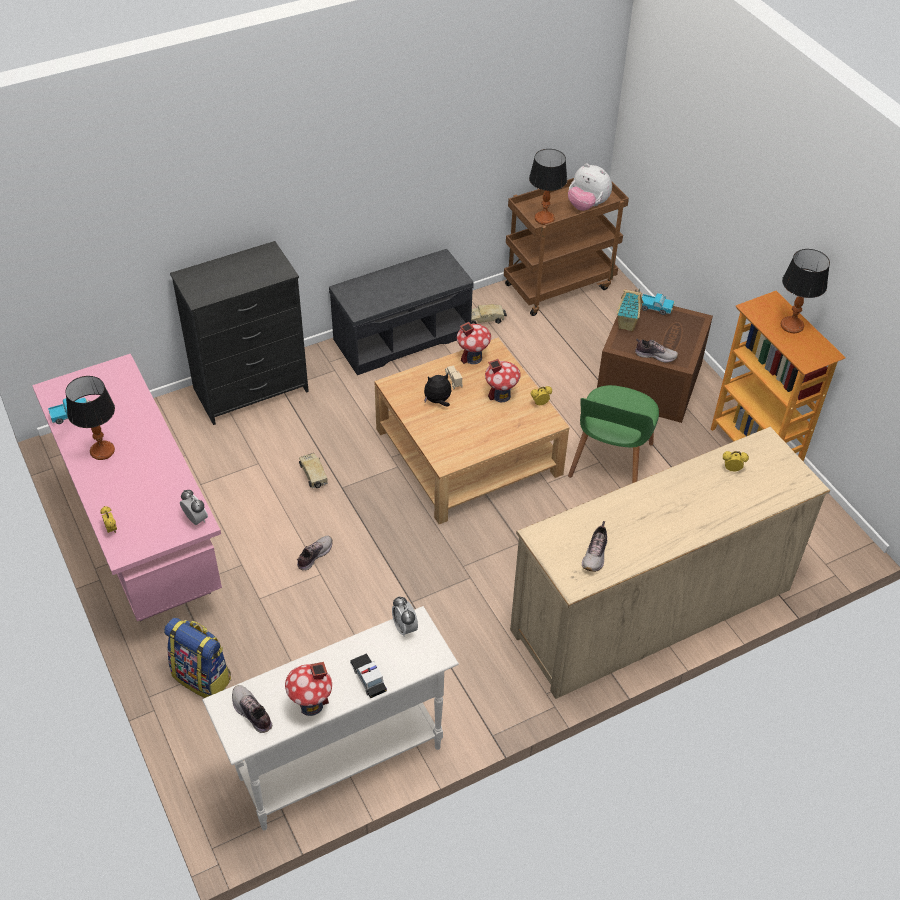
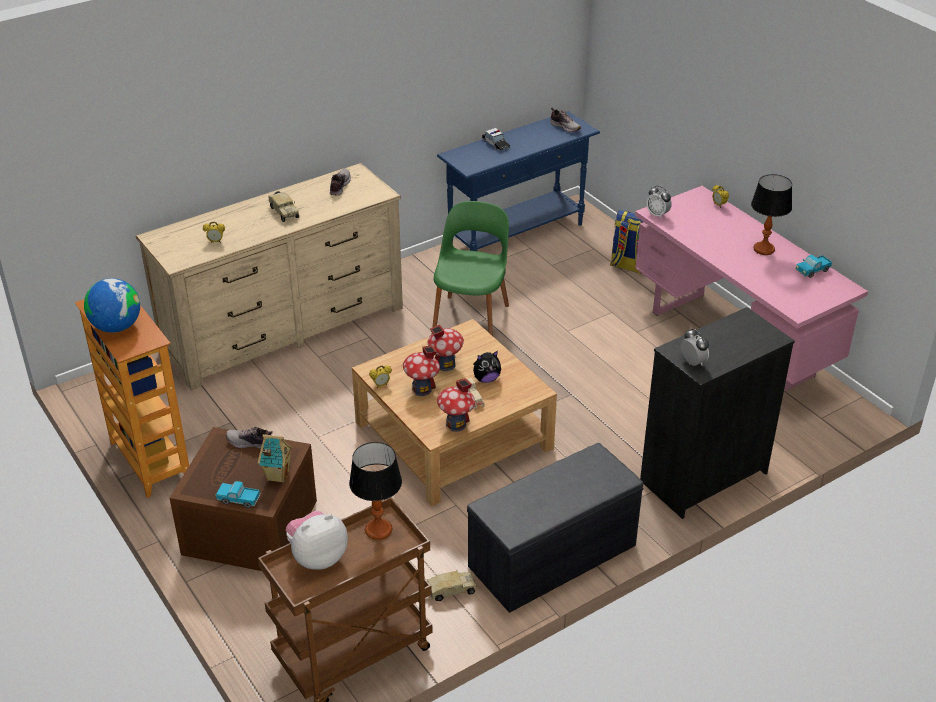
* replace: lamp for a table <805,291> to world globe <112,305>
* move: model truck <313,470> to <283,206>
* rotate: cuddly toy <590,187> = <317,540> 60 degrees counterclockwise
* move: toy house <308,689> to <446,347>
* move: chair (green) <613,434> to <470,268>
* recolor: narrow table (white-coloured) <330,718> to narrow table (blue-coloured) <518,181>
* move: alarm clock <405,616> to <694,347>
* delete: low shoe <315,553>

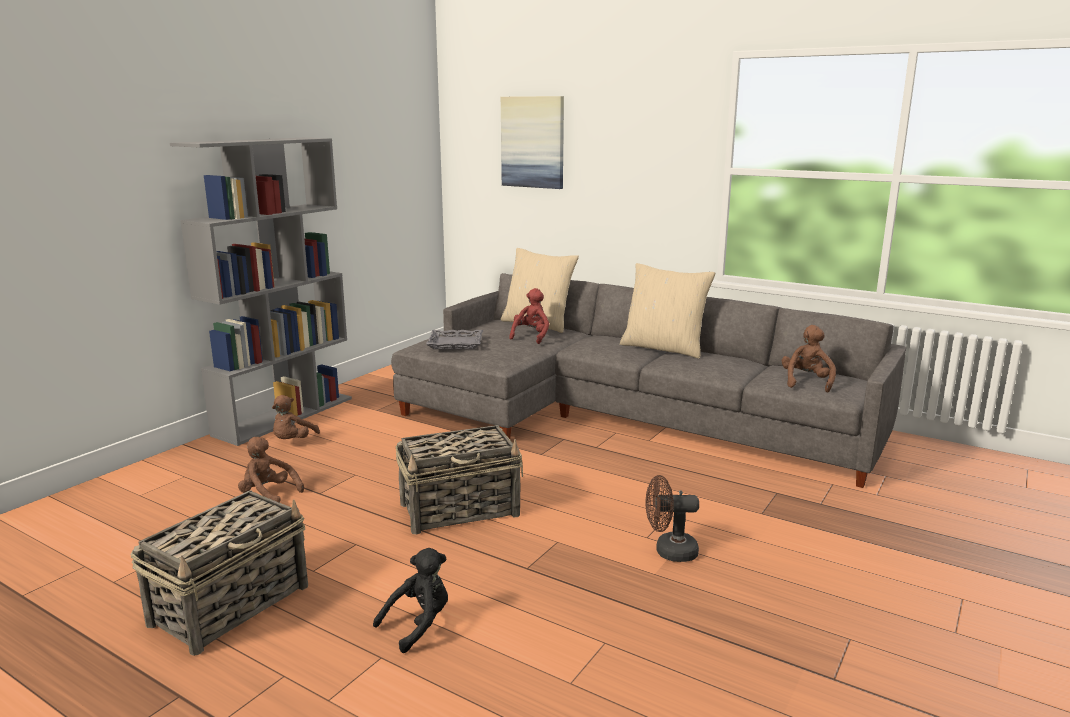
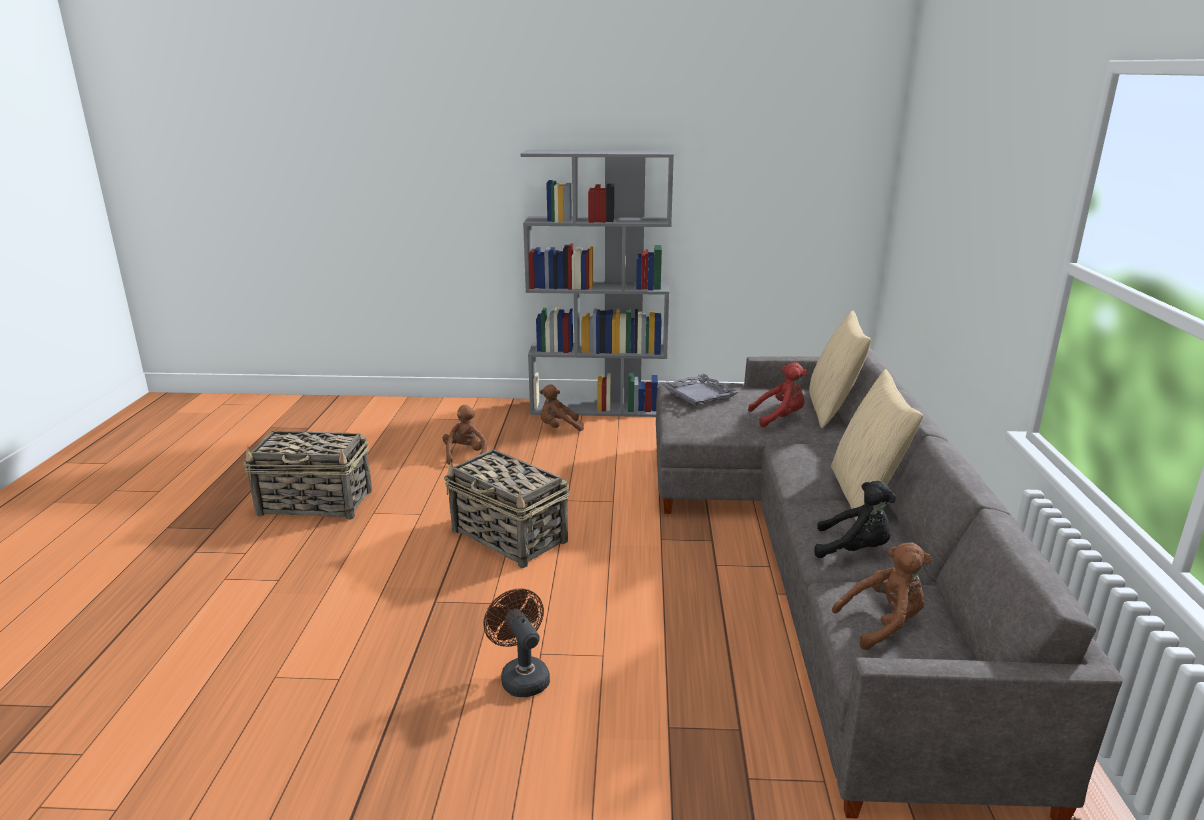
* move: cuddly toy (blackish) <410,600> to <855,519>
* delete: wall art <532,142>

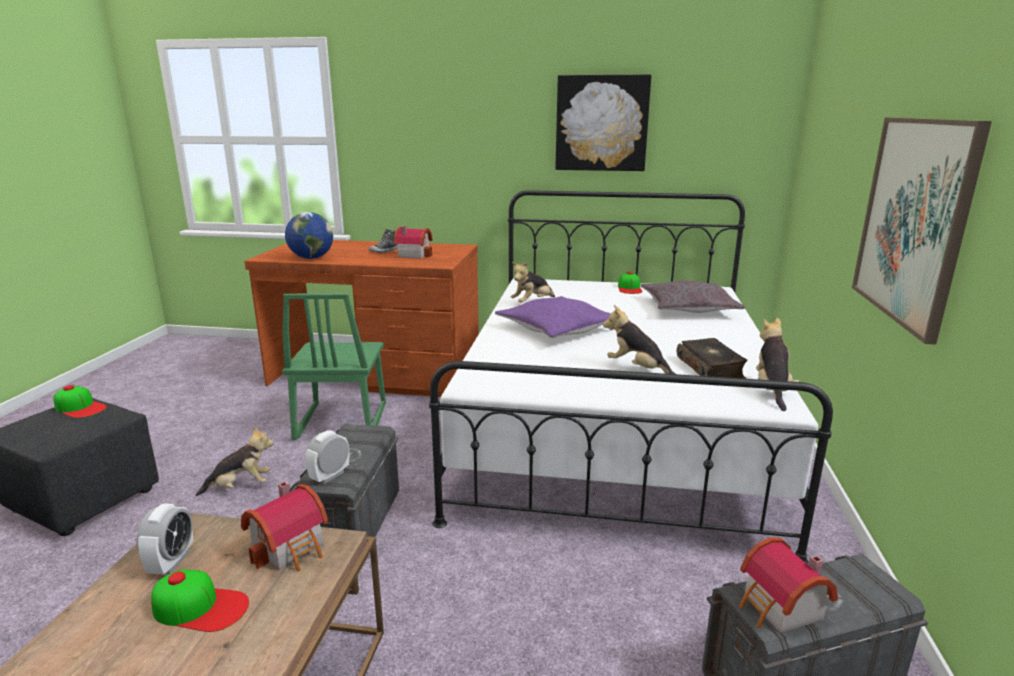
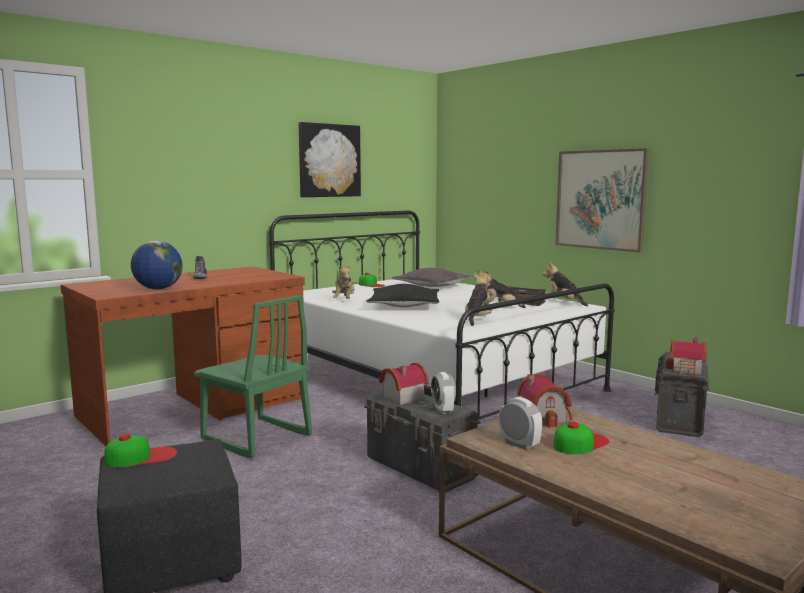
* recolor: cushion (purple) <553,317> to cushion (blackish) <403,295>
* move: toy house <413,242> to <404,384>
* move: cuddly toy <234,461> to <479,299>

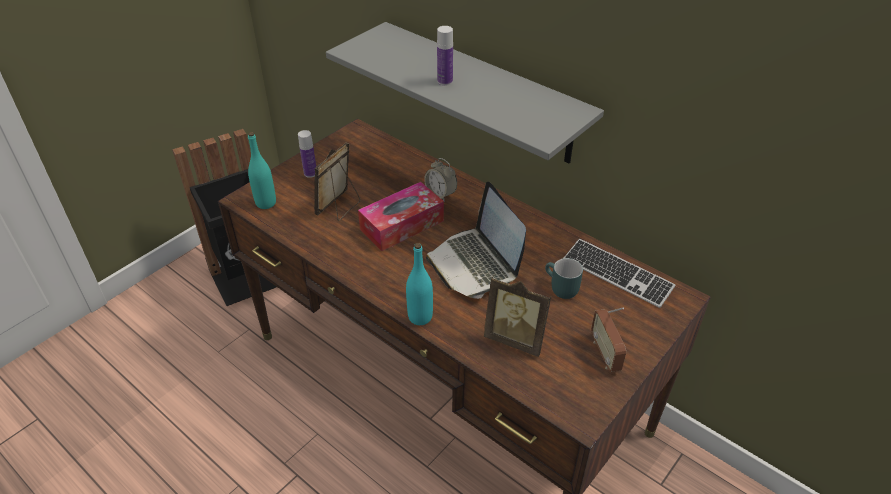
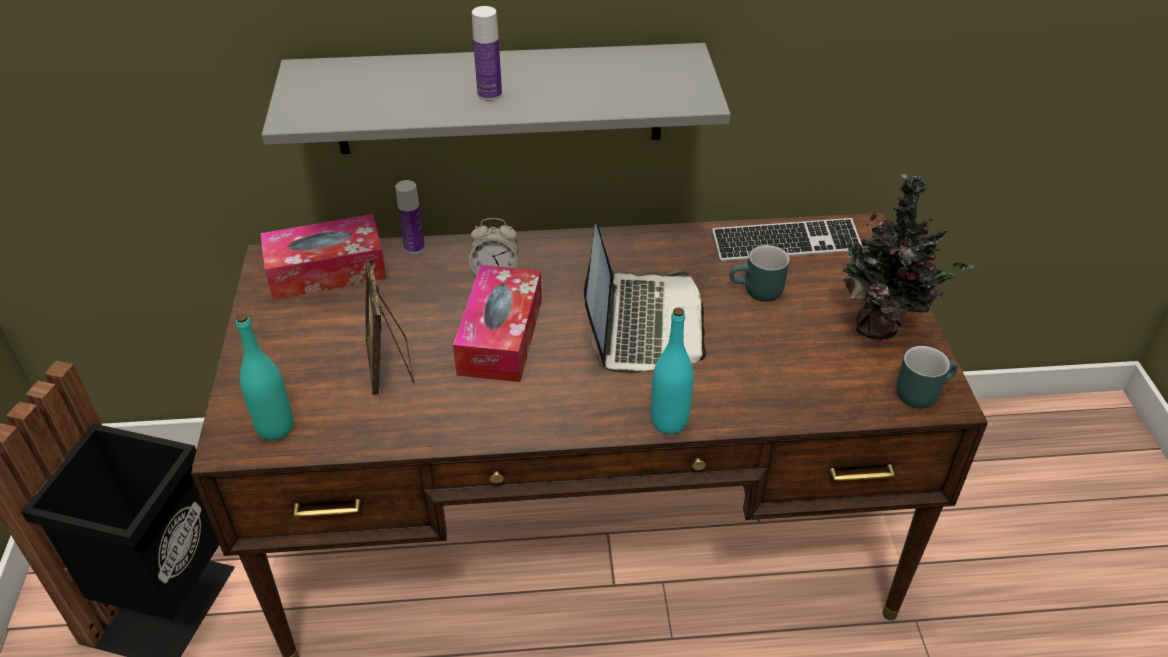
* insert: tissue box <323,257>
* move: bottle <307,154> to <410,217>
* rotate: laptop <476,240> = <645,298> 105 degrees counterclockwise
* replace: radio set <608,339> to potted plant <903,257>
* insert: tea mug (turquoise-coloured) <927,377>
* delete: standing frame <517,317>

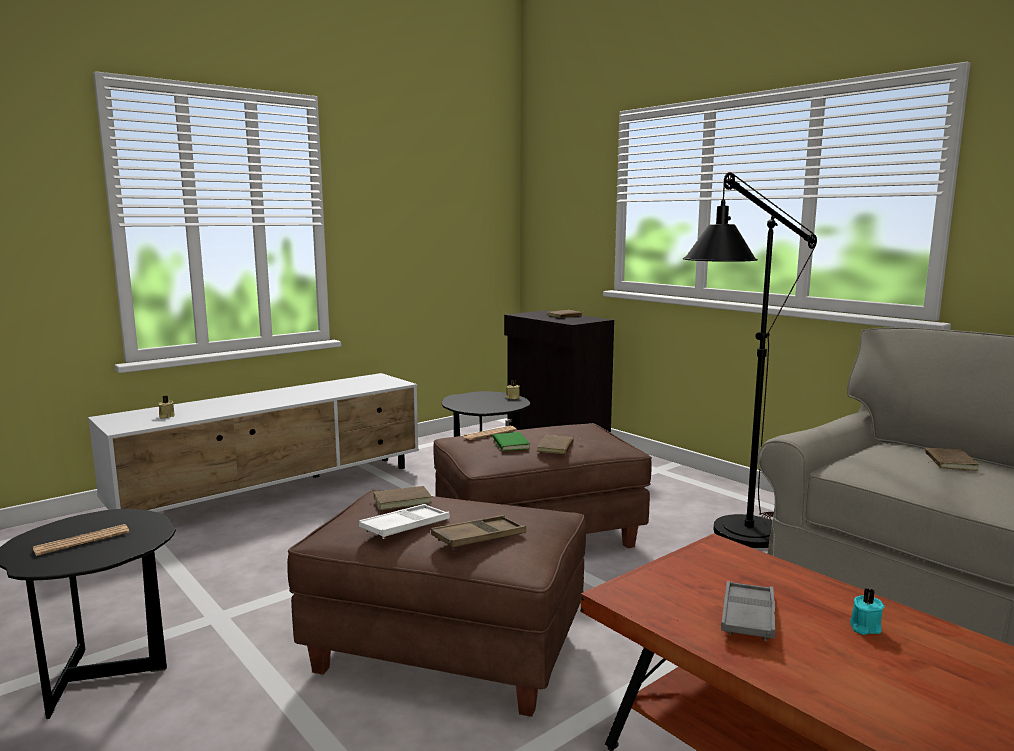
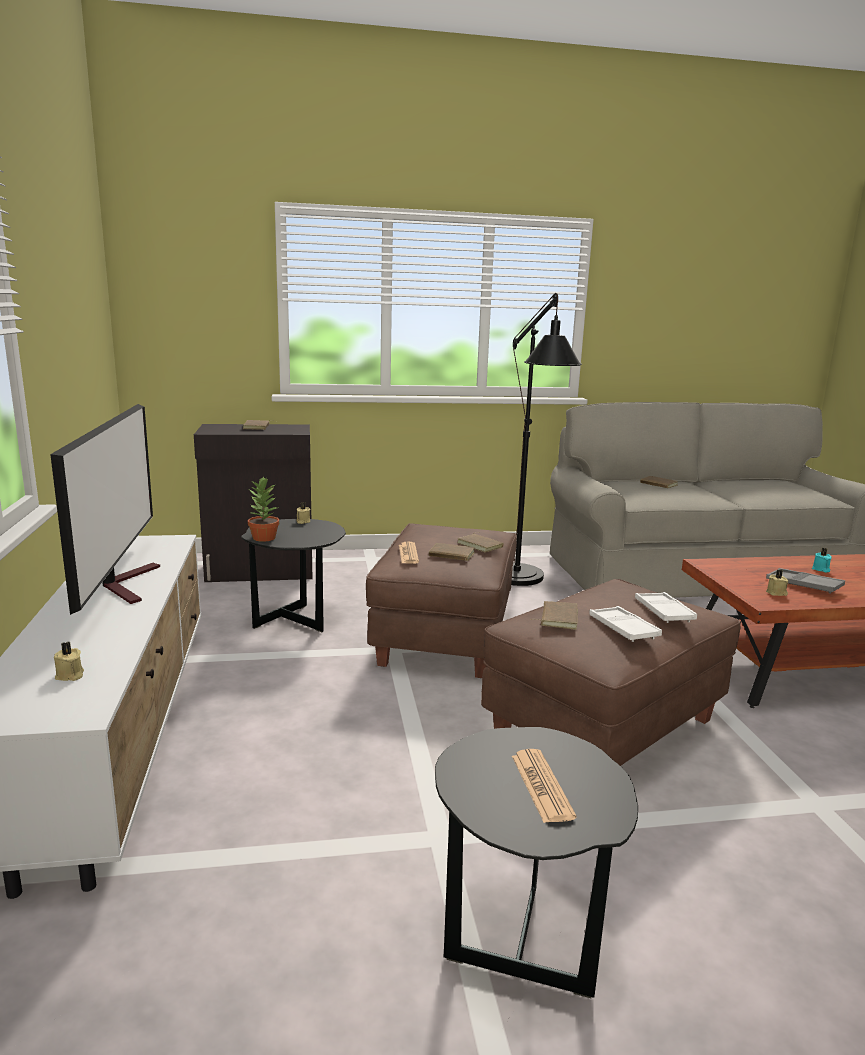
* insert: TV <105,509>
* insert: potted plant <263,509>
* recolor: book (green) <511,441> to book (brown-coloured) <452,552>
* recolor: carrying tray (brown-coloured) <478,532> to carrying tray (white-coloured) <666,607>
* insert: candle (beige-coloured) <777,582>

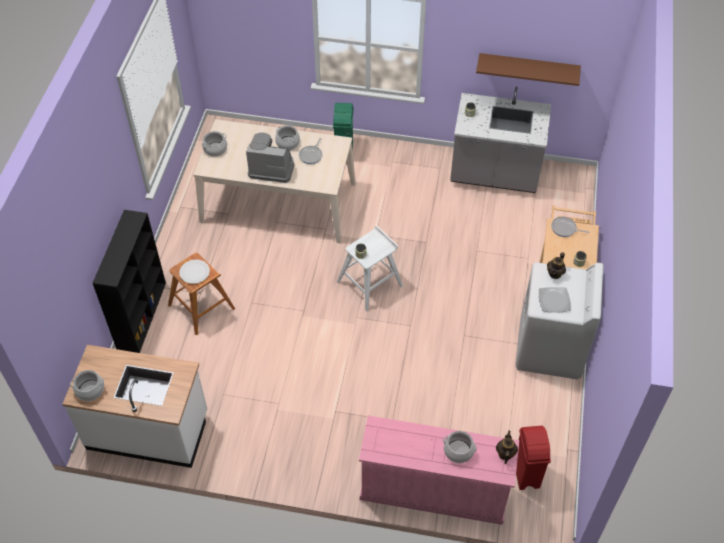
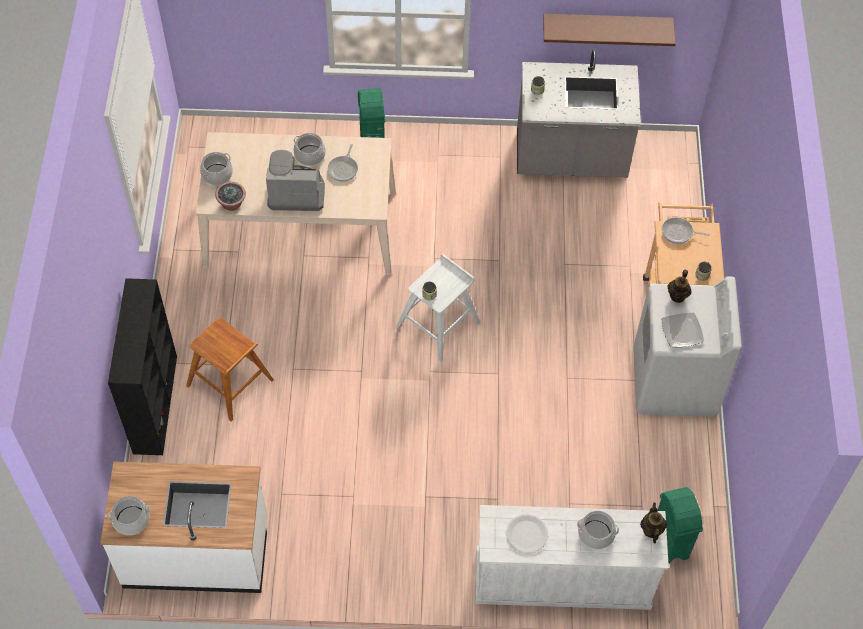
* insert: potted plant <230,196>
* recolor: chest of drawers (pinkish) <439,470> to chest of drawers (white-coloured) <572,557>
* move: plate (white-coloured) <194,271> to <527,534>
* recolor: trash can (reddish) <533,458> to trash can (green) <680,525>

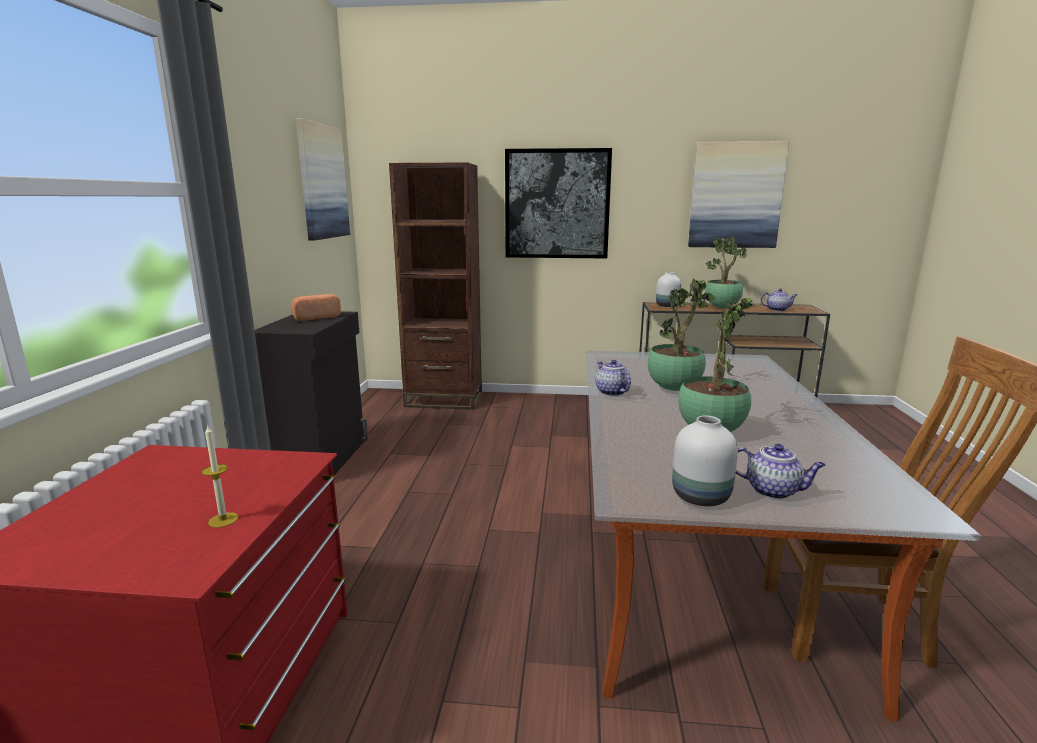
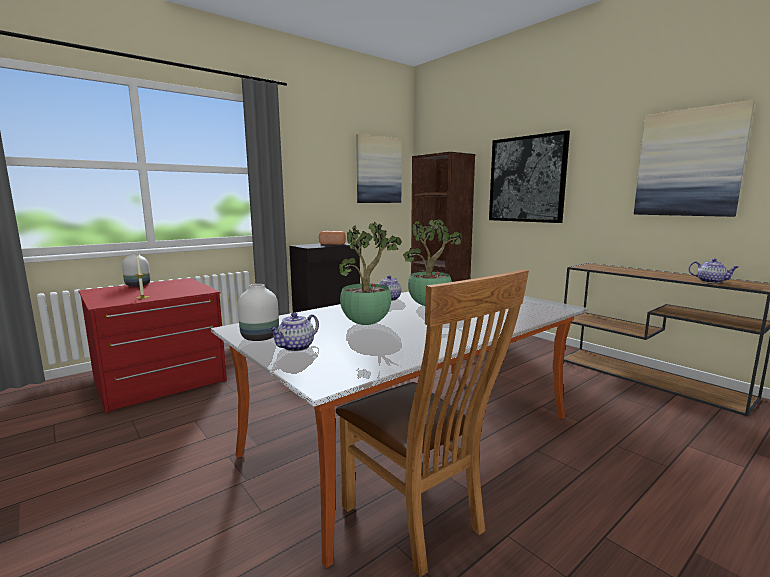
* move: flower vase (white-coloured) <668,289> to <136,270>
* rotate: tea pot <781,471> = <294,332> 60 degrees clockwise
* delete: potted plant <726,272>

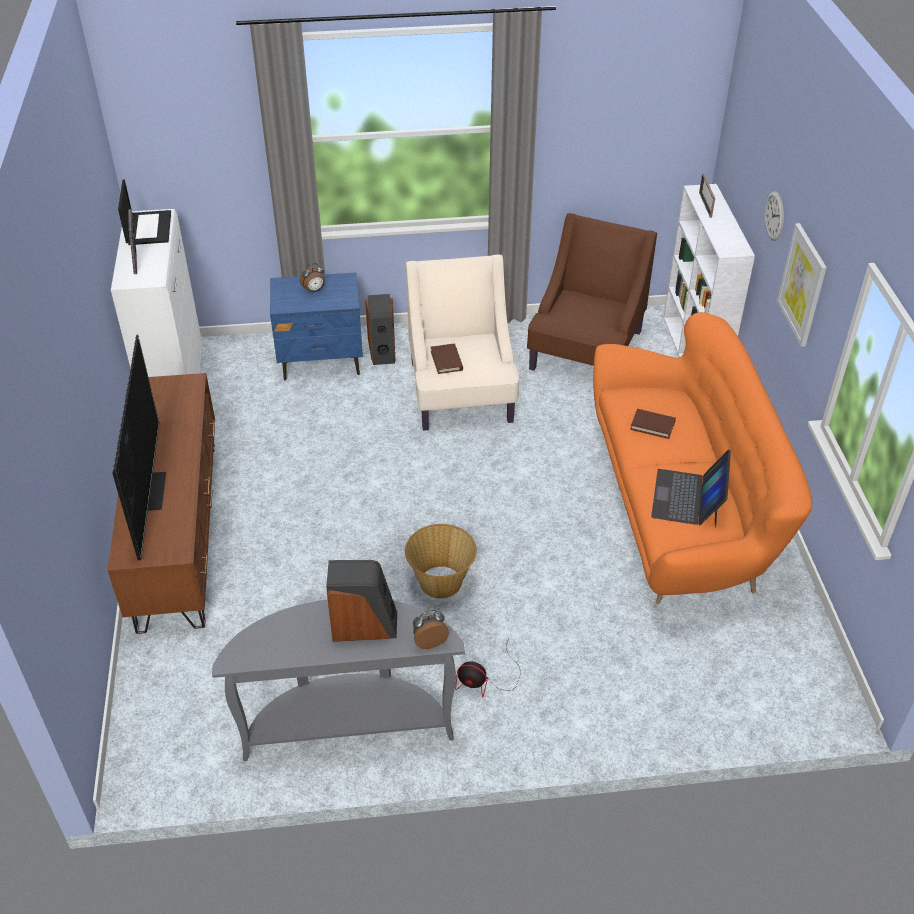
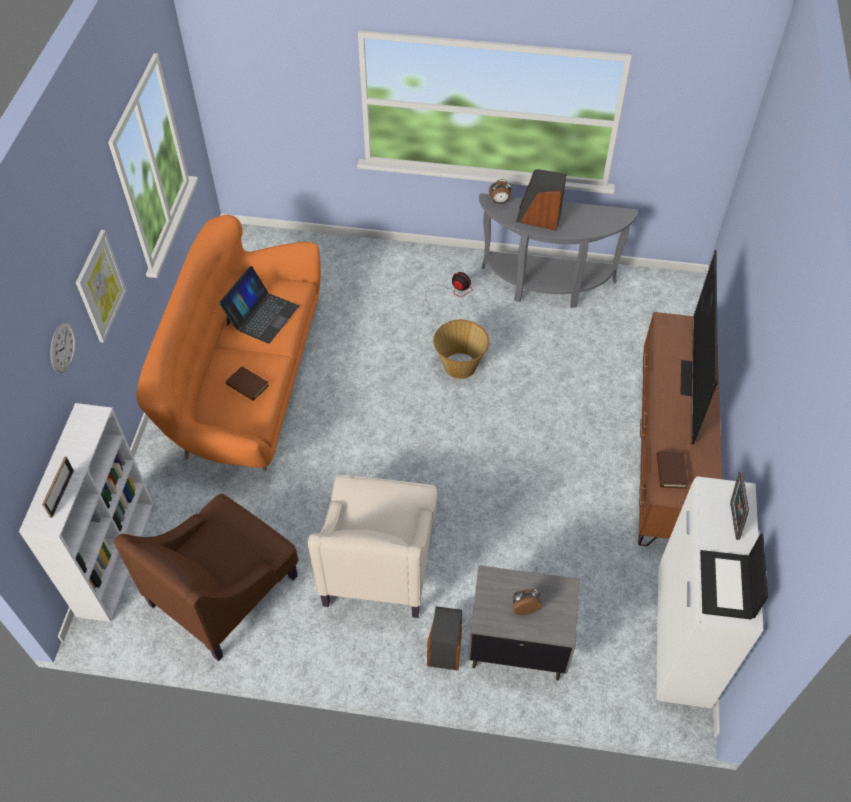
* recolor: night table (blue-coloured) <316,326> to night table (grey) <524,623>
* move: book (brown-coloured) <447,359> to <672,470>

